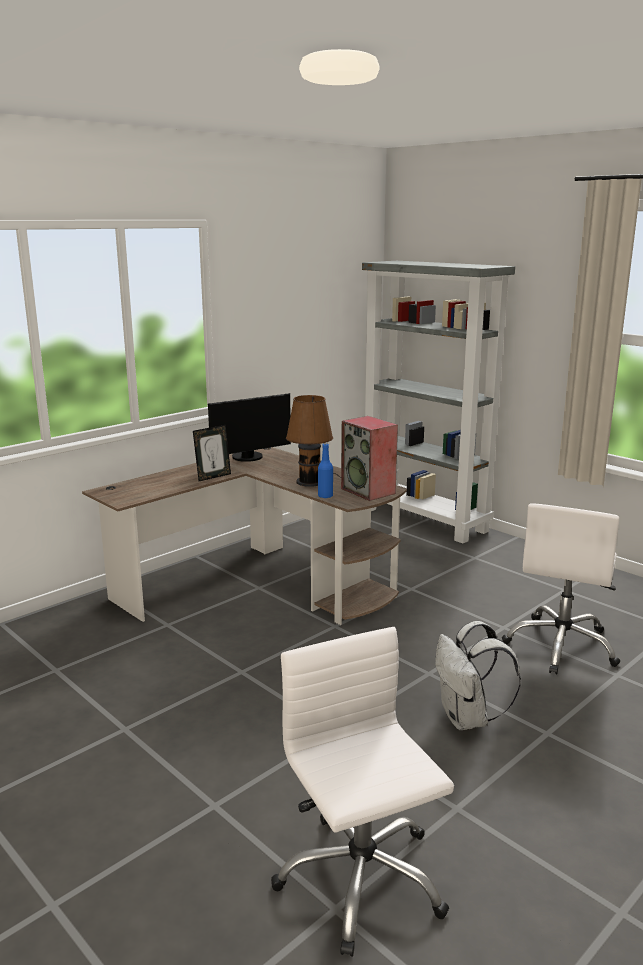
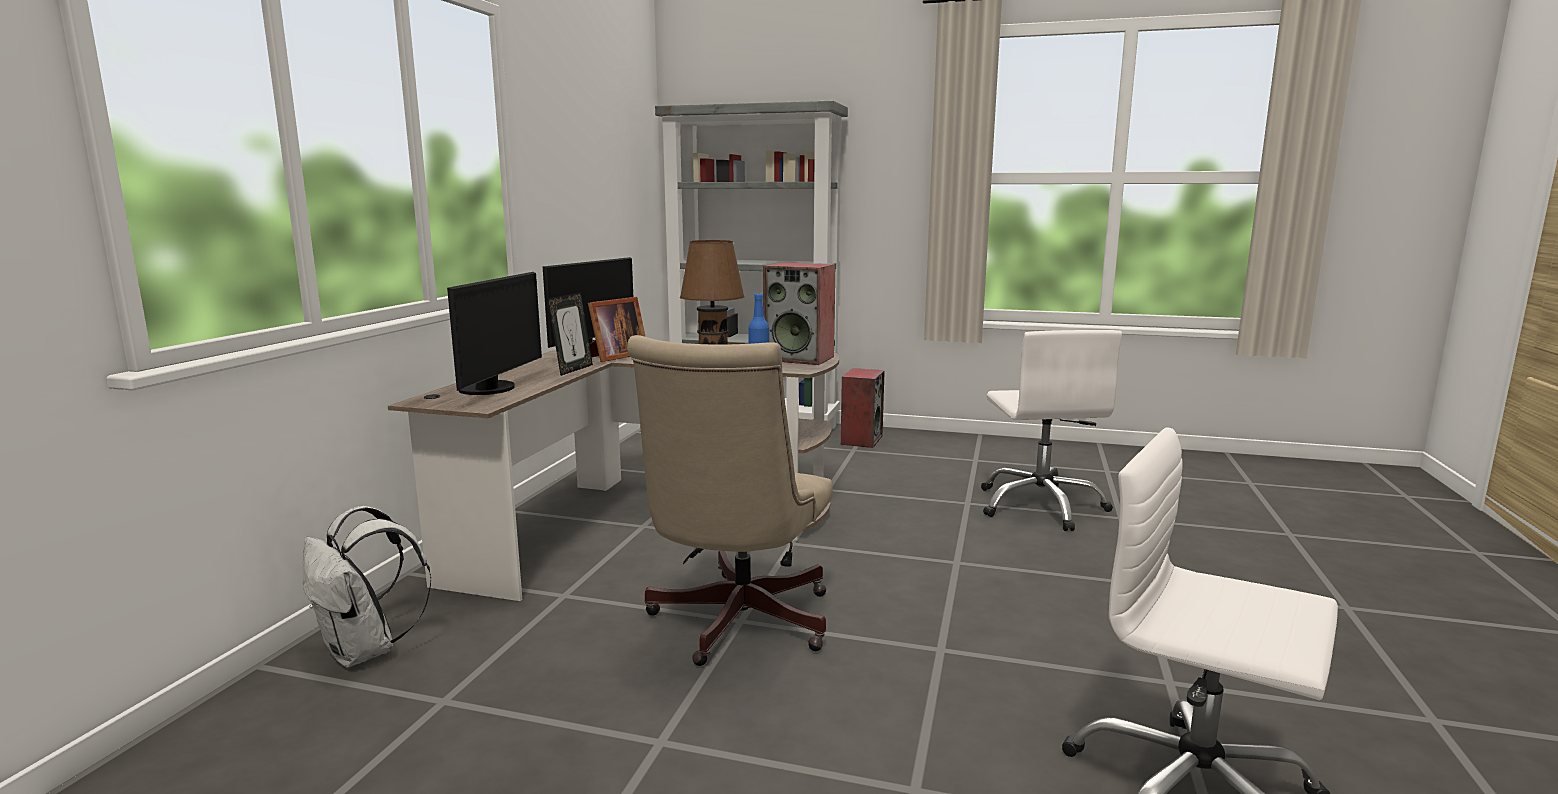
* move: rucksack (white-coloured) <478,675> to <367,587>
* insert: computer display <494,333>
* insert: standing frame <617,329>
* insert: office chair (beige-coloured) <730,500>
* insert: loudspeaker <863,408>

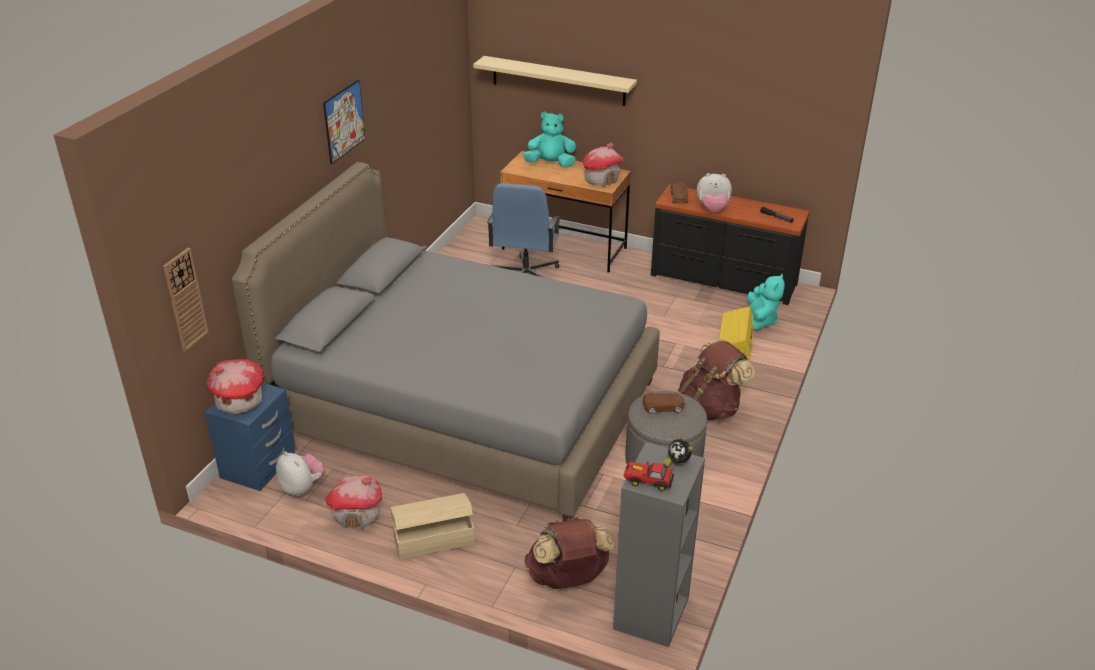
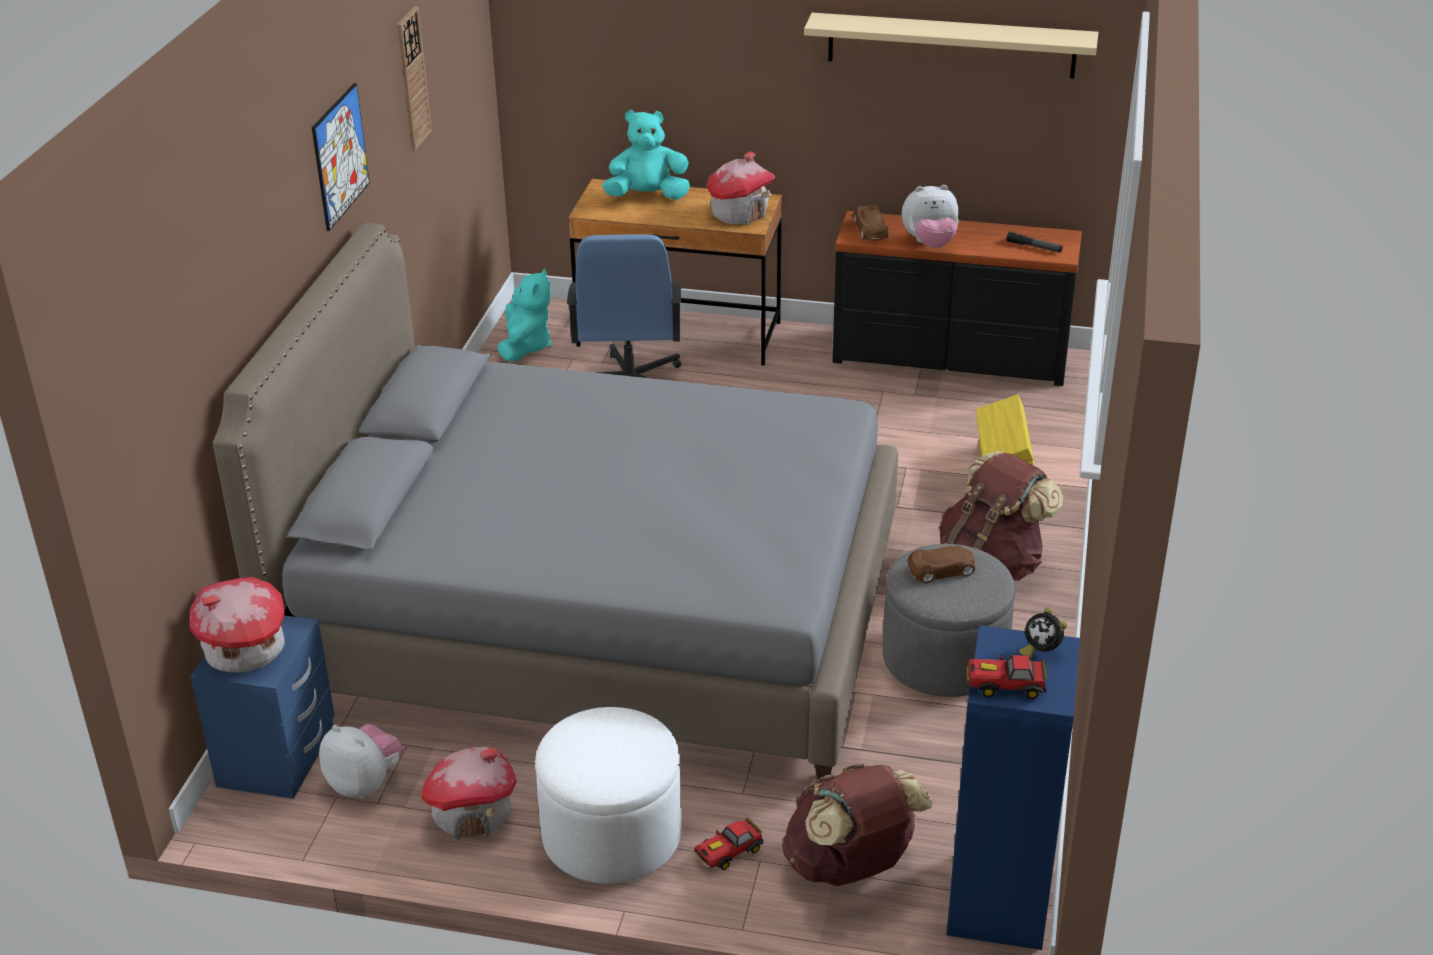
* move: clock on the wall <185,300> to <414,78>
* move: cuddly toy (turquoise-coloured) <766,302> to <524,315>
* replace: storage container (beige-coloured) <433,526> to ottoman (white-coloured) <608,795>
* insert: miniature car <729,843>
* move: wall shelf (beige-coloured) <555,81> to <951,46>
* recolor: shelving unit (grey) <659,544> to shelving unit (blue-coloured) <1013,787>

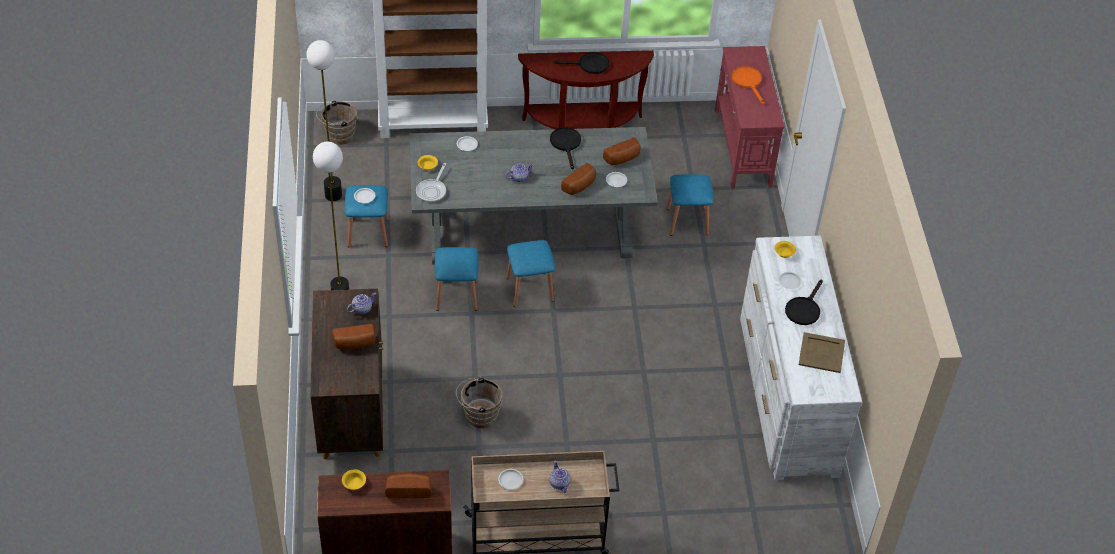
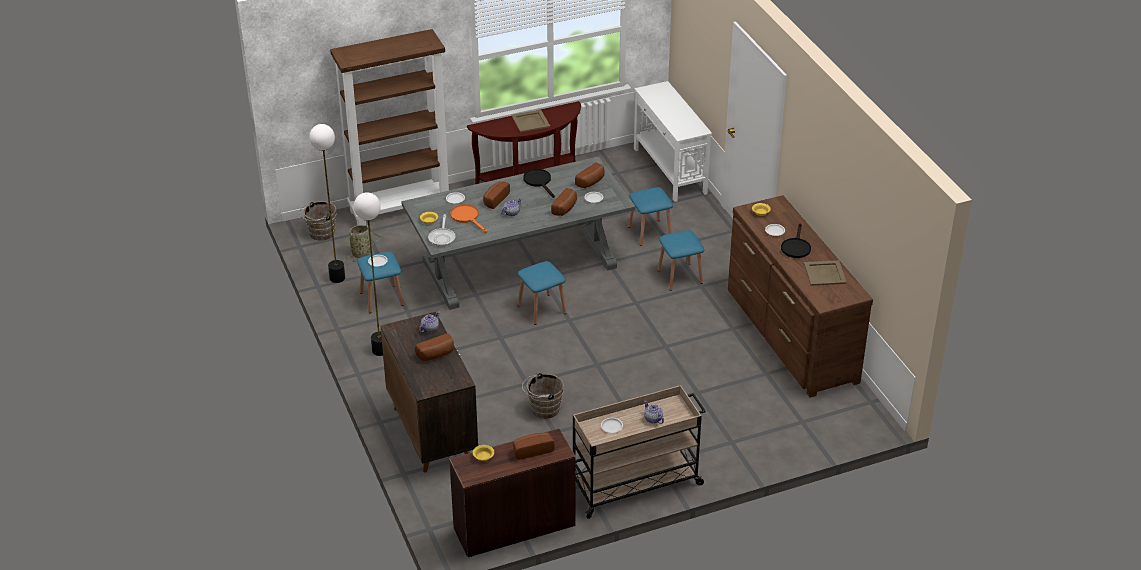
* insert: storage basket <364,243>
* move: pan (orange-coloured) <748,85> to <468,218>
* insert: baked bread <496,195>
* replace: pan (blackish) <581,63> to carrying tray (beige-coloured) <530,121>
* recolor: narrow table (reddish) <750,117> to narrow table (white-coloured) <673,141>
* move: stool (blue-coloured) <457,279> to <680,260>
* recolor: chest of drawers (white-coloured) <801,358> to chest of drawers (brown-coloured) <800,296>

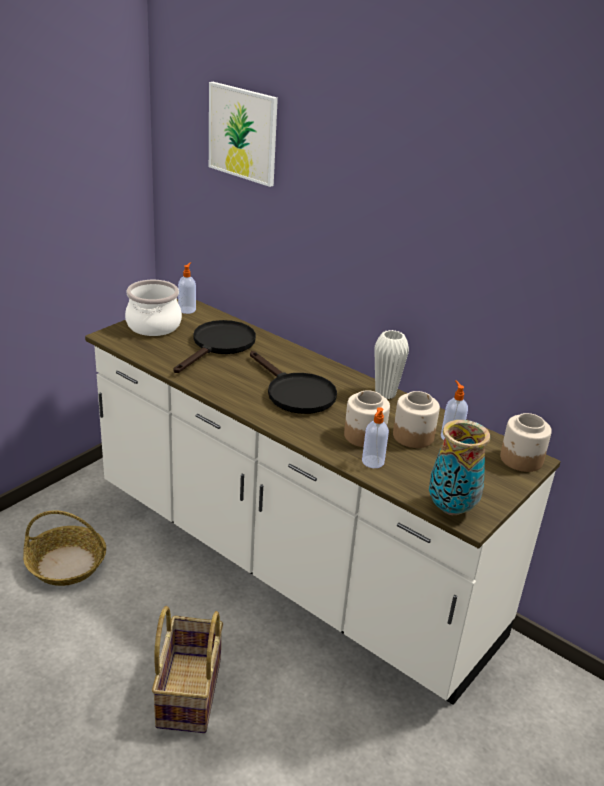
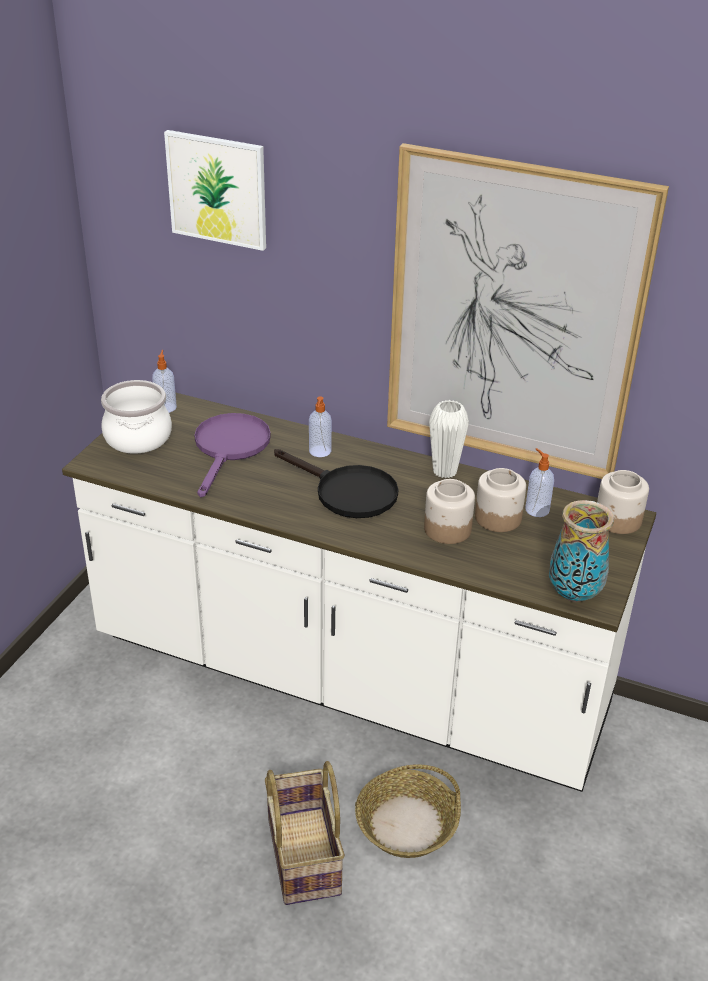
* recolor: pan (blackish) <214,346> to pan (purple) <233,455>
* move: soap dispenser <375,437> to <320,426>
* move: storage basket <64,548> to <408,811>
* insert: wall art <528,311>

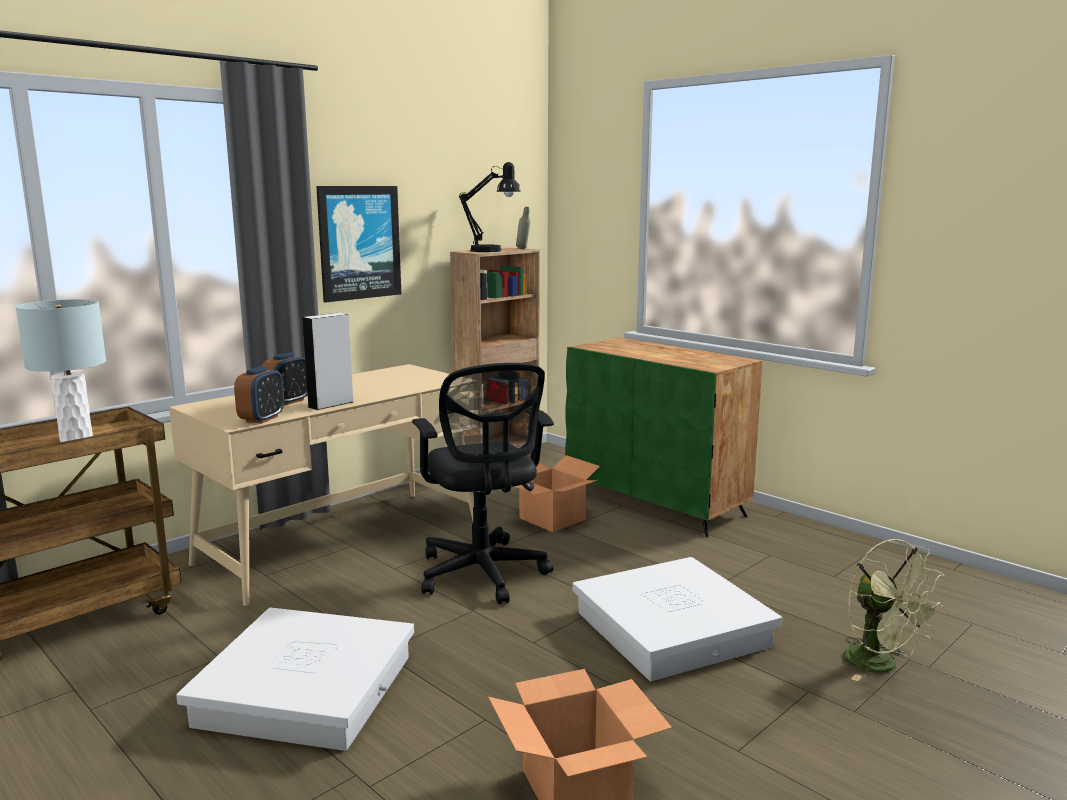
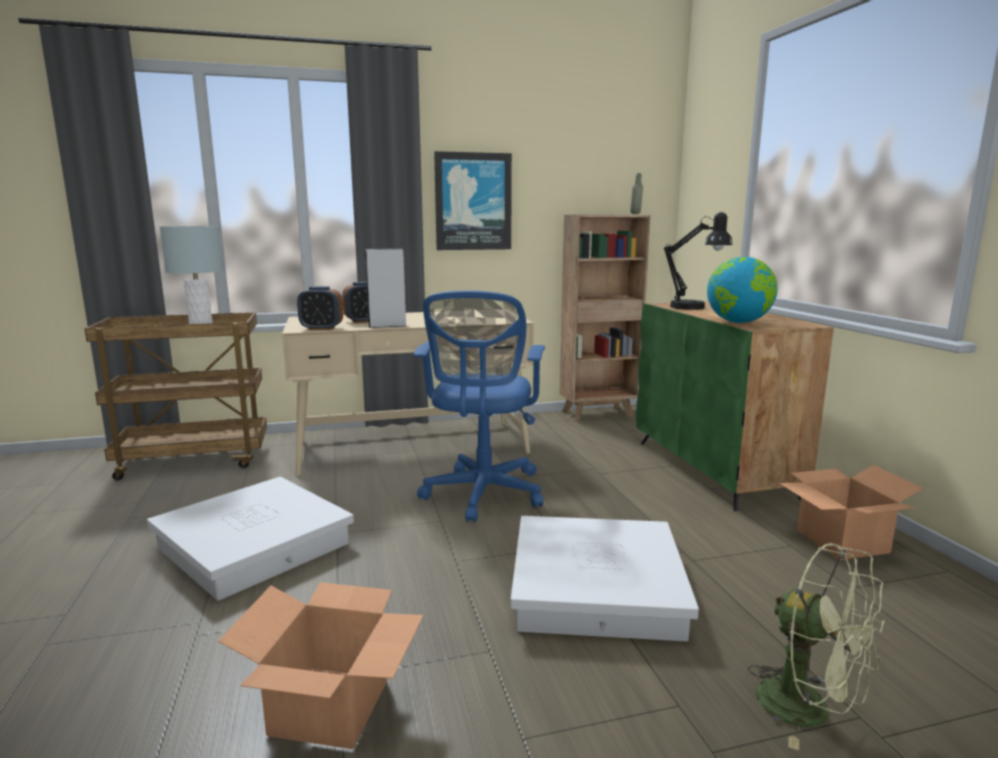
* rotate: alarm clock <259,395> = <320,308> 45 degrees clockwise
* recolor: office chair (blackish) <483,483> to office chair (blue-coloured) <479,406>
* move: lamp for a table (blackish) <490,207> to <698,261>
* insert: world globe <742,290>
* rotate: fan (green) <894,610> = <816,646> 45 degrees counterclockwise
* move: carton <557,493> to <851,512>

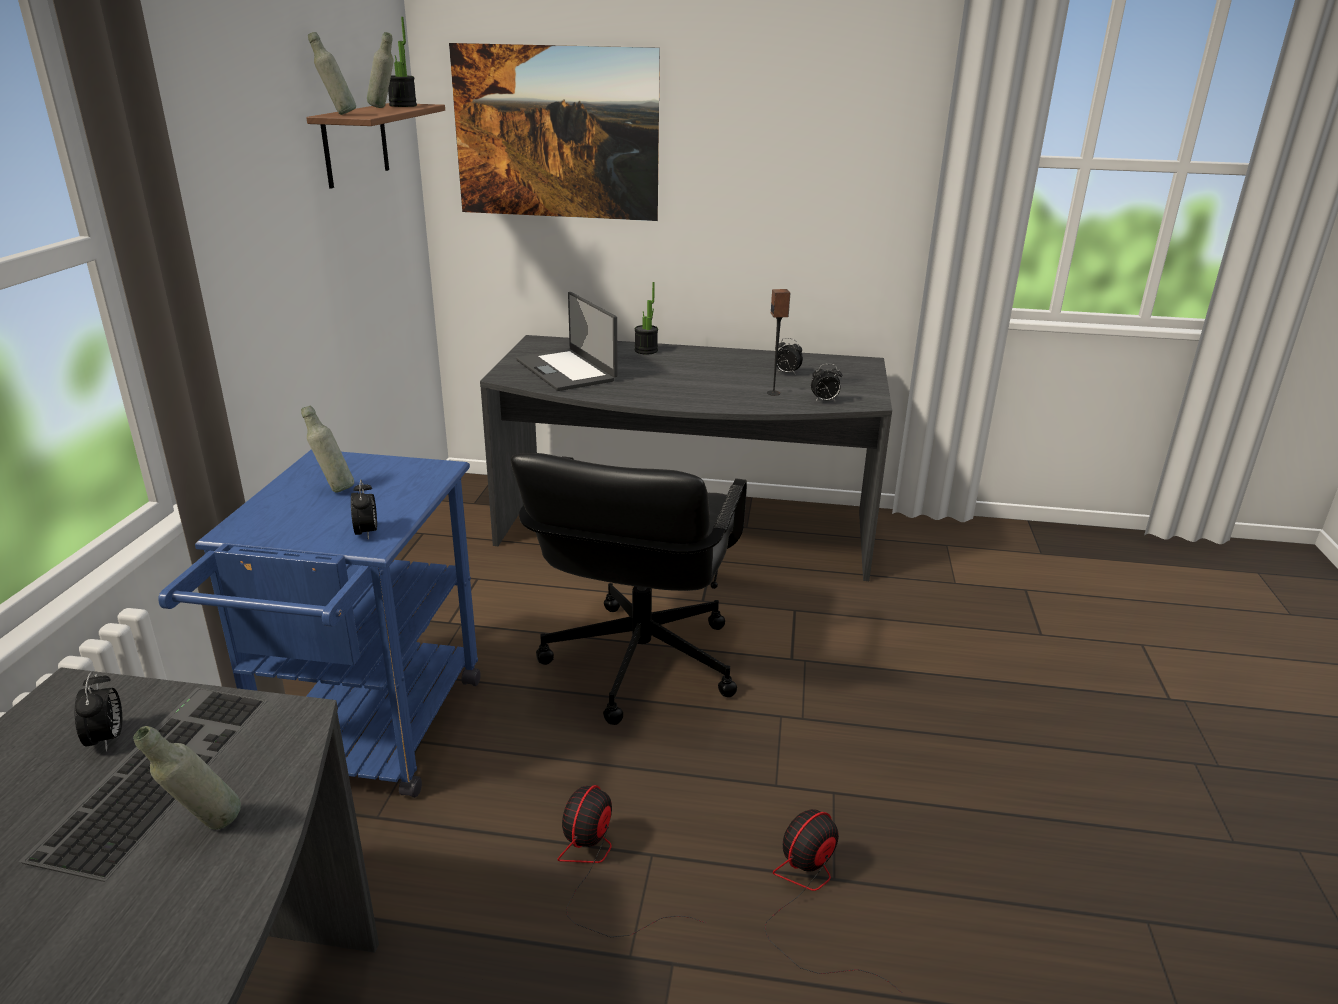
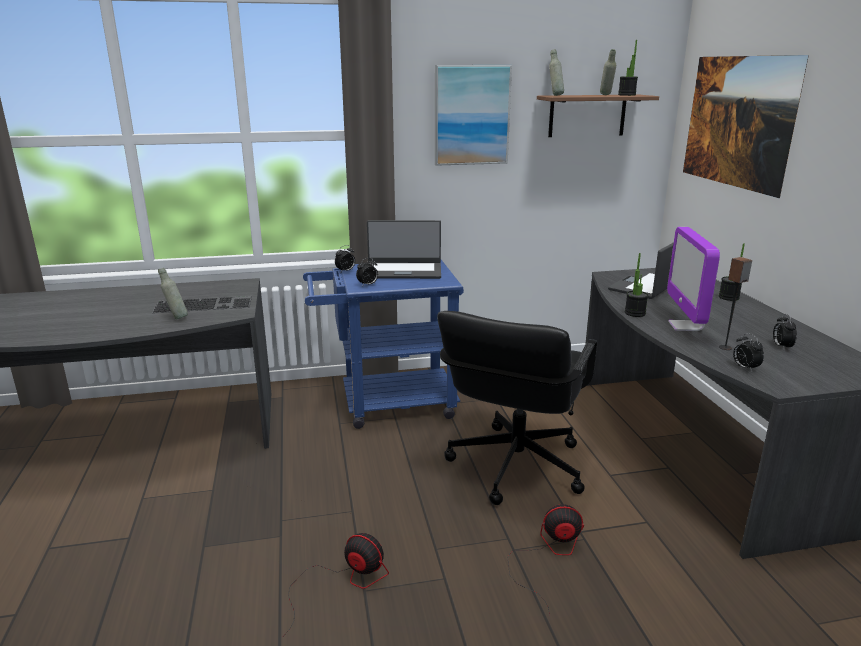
* move: alarm clock <98,711> to <345,258>
* replace: bottle (grey) <327,449> to laptop <404,249>
* insert: wall art <473,115>
* rotate: office chair (blackish) <629,589> = <517,408> 60 degrees counterclockwise
* move: fan <632,861> to <546,560>
* insert: potted plant <636,285>
* insert: computer display <693,279>

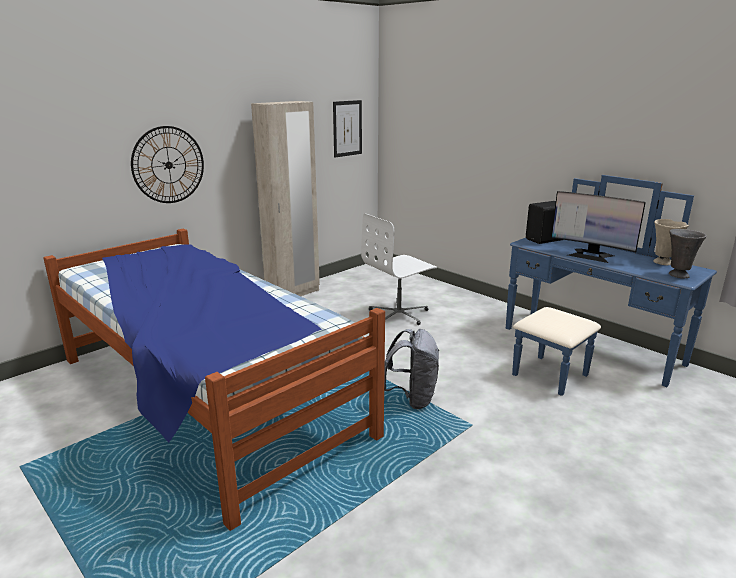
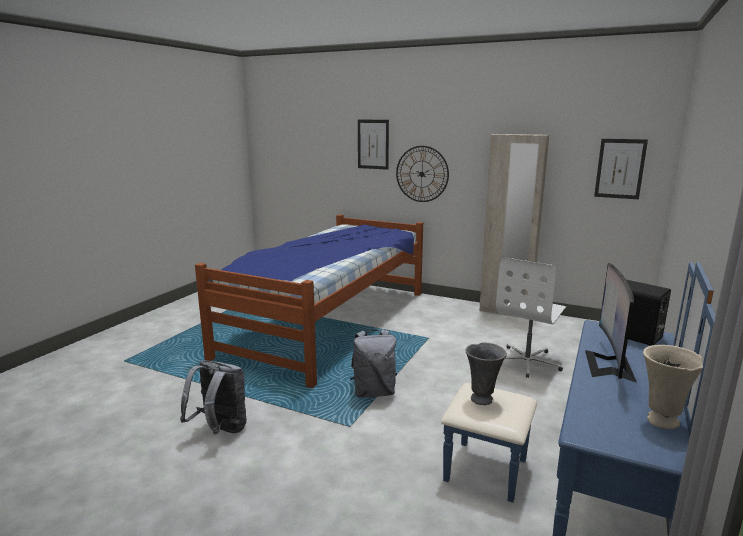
* insert: rucksack (grey) <213,397>
* insert: wall art <373,145>
* move: flower vase (grey) <688,254> to <486,373>
* rotate: office chair (white-coloured) <399,269> = <531,318> 90 degrees counterclockwise

